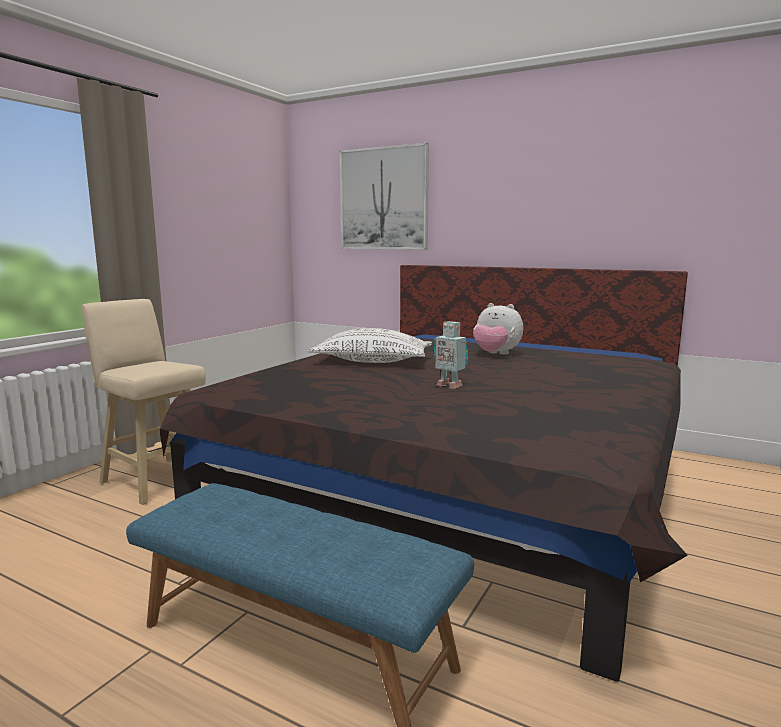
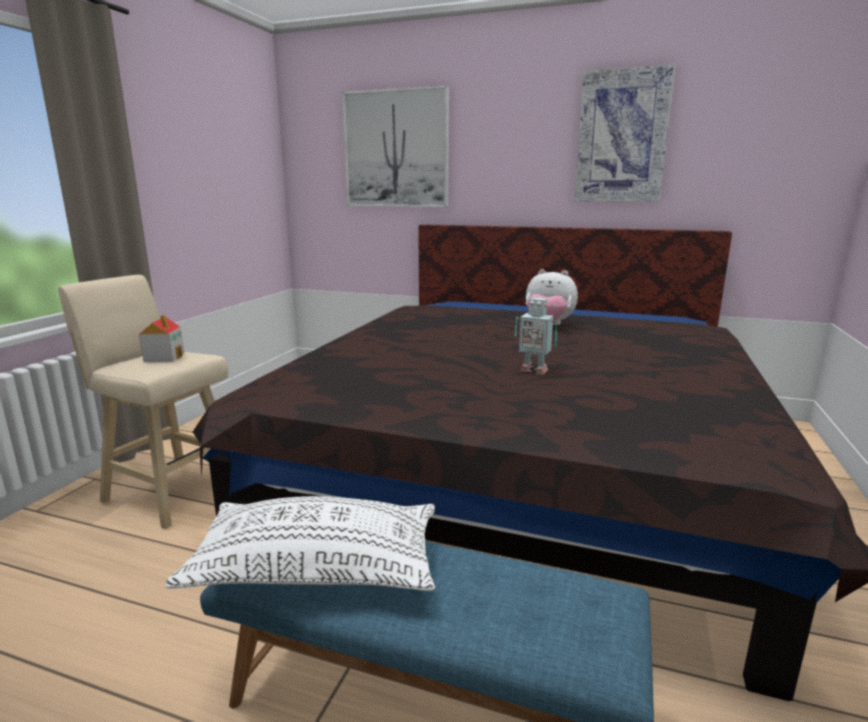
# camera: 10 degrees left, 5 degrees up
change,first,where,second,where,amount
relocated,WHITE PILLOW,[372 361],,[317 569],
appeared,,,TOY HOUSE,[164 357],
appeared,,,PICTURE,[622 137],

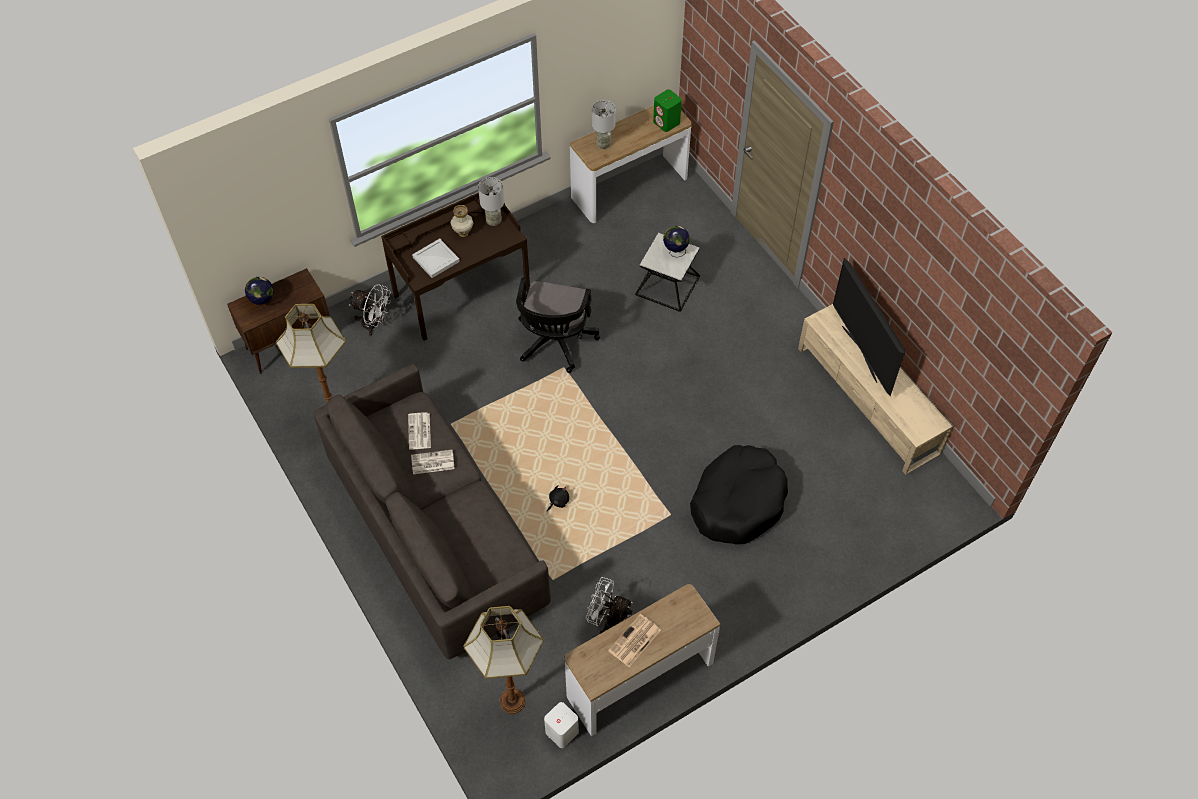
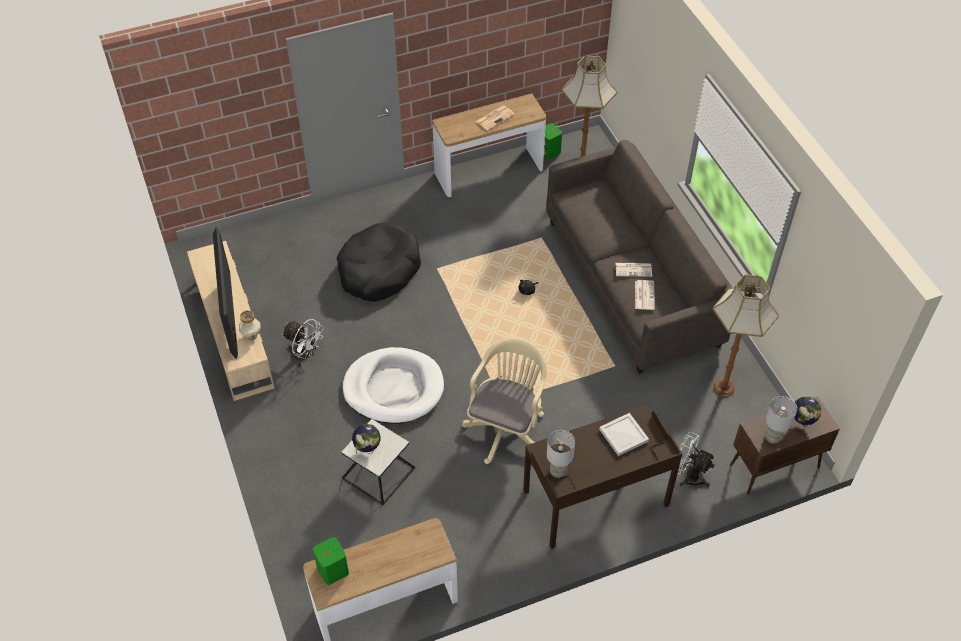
# camera: 170 degrees left, 5 degrees down
change,first,where,second,where,amount
relocated,VASE,[463 232],,[252 336],
colour,BLACK OFFICE CHAIR,[555 344],BEIGE OFFICE CHAIR,[507 427],
colour,WHITE SPEAKER,[561 731],GREEN SPEAKER,[549 152],
relocated,WHITE FAN,[609 621],,[305 356],
relocated,GREY TABLE LAMP,[603 144],,[772 438],
appeared,,,WHITE DOG BED,[393 388],

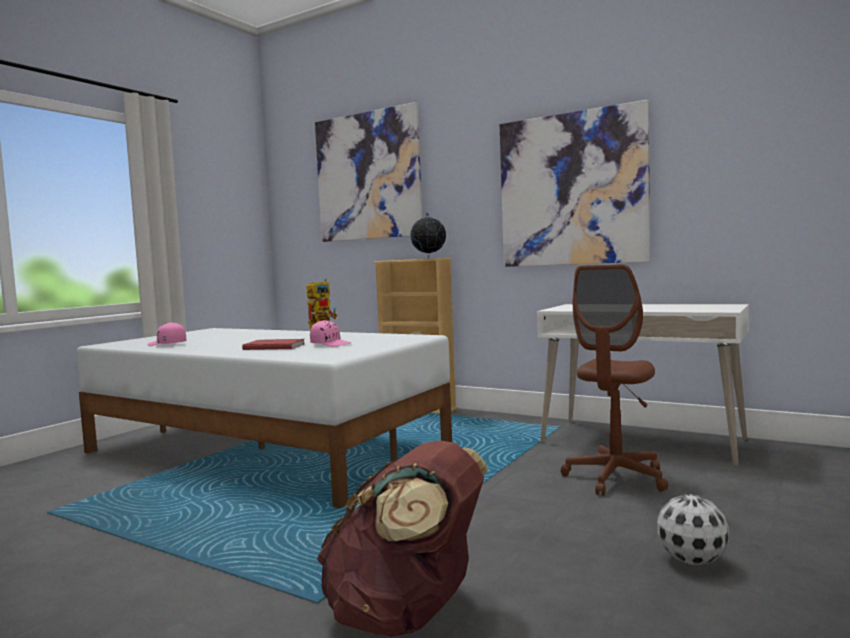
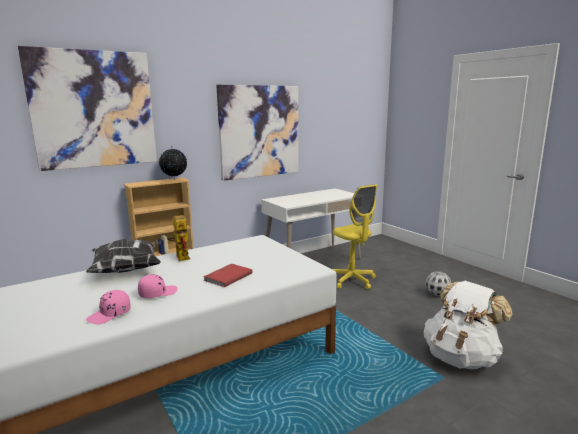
# camera: 65 degrees left, 10 degrees up
change,first,where,second,where,amount
relocated,PINK CAP,[331 344],,[157 293],
colour,BROWN BACKPACK,[407 615],WHITE BACKPACK,[461 357],
colour,BROWN OFFICE CHAIR,[615 478],YELLOW OFFICE CHAIR,[352 280],
appeared,,,PILLOW,[128 270],

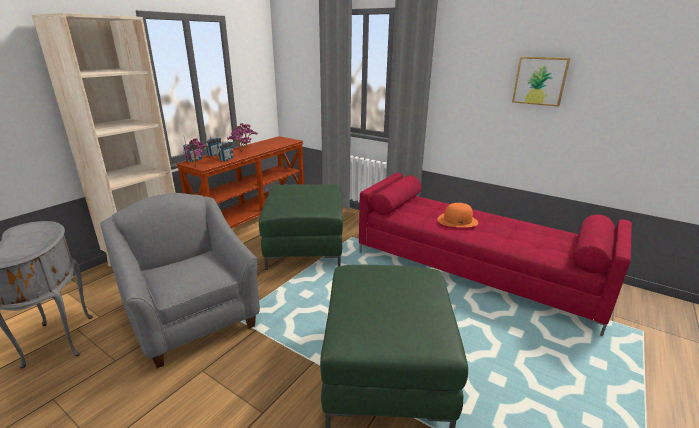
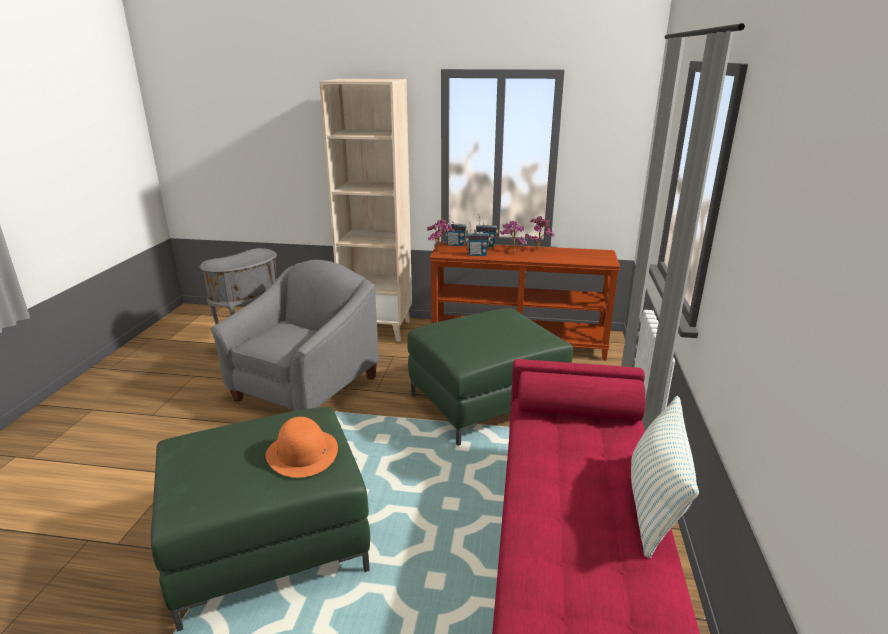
# camera: 65 degrees right, 0 degrees up
change,first,where,second,where,amount
relocated,ORANGE HAT,[457 220],,[302 453],
missing,PICTURE,[540 81],,,
appeared,,,PILLOW,[655 502],

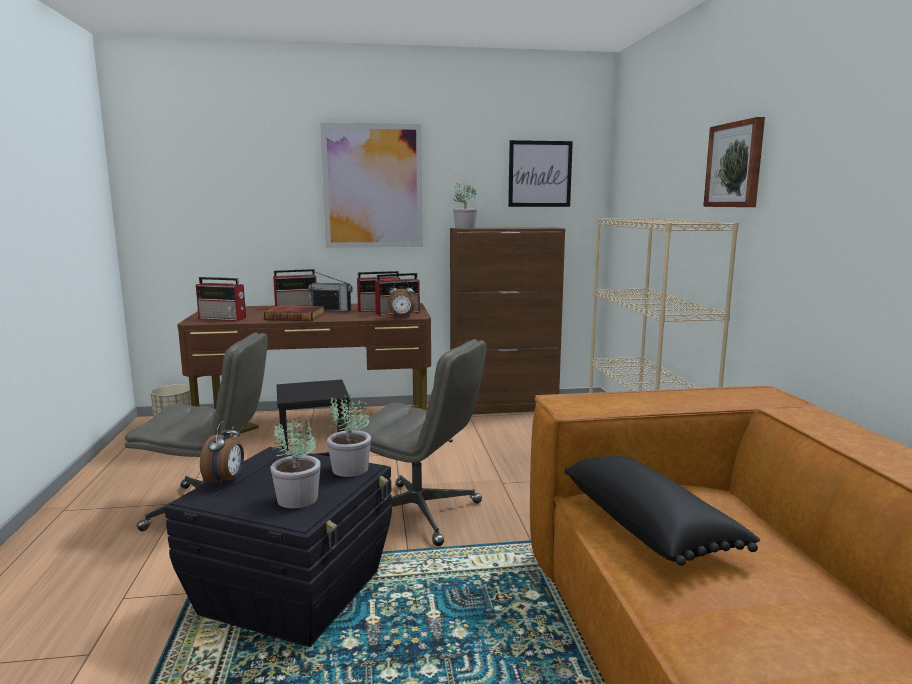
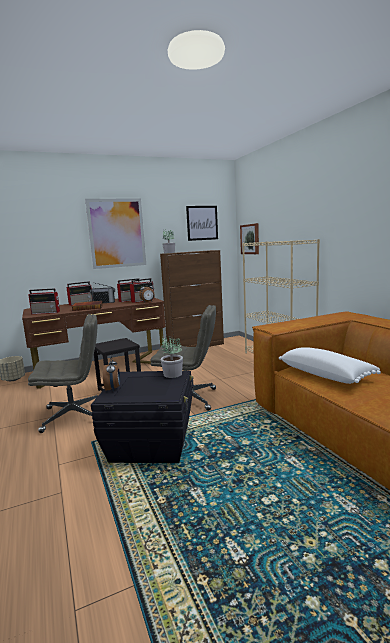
# camera: 15 degrees left, 0 degrees up
change,first,where,second,where,amount
missing,POTTED PLANT,[298 499],,,
colour,BLACK PILLOW,[649 526],WHITE PILLOW,[326 375],
relocated,PICTURE,[735 165],,[250 239],

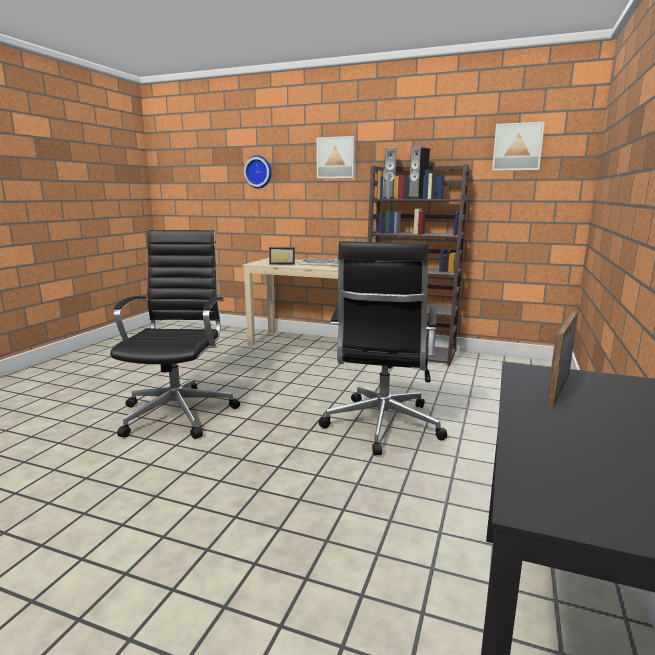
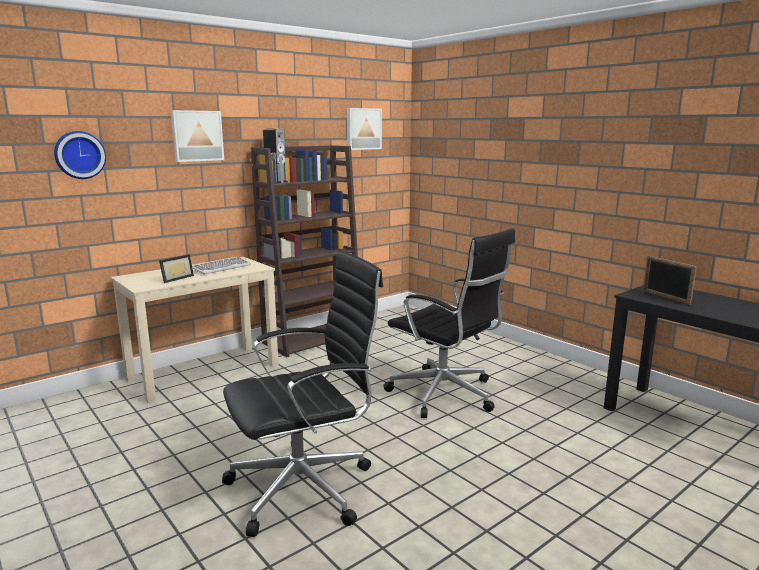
# camera: 60 degrees left, 0 degrees up
change,first,where,second,where,amount
spun,BLACK OFFICE CHAIR,[179 412],,[305 487],120 degrees clockwise
missing,SPEAKER,[418 198],,,

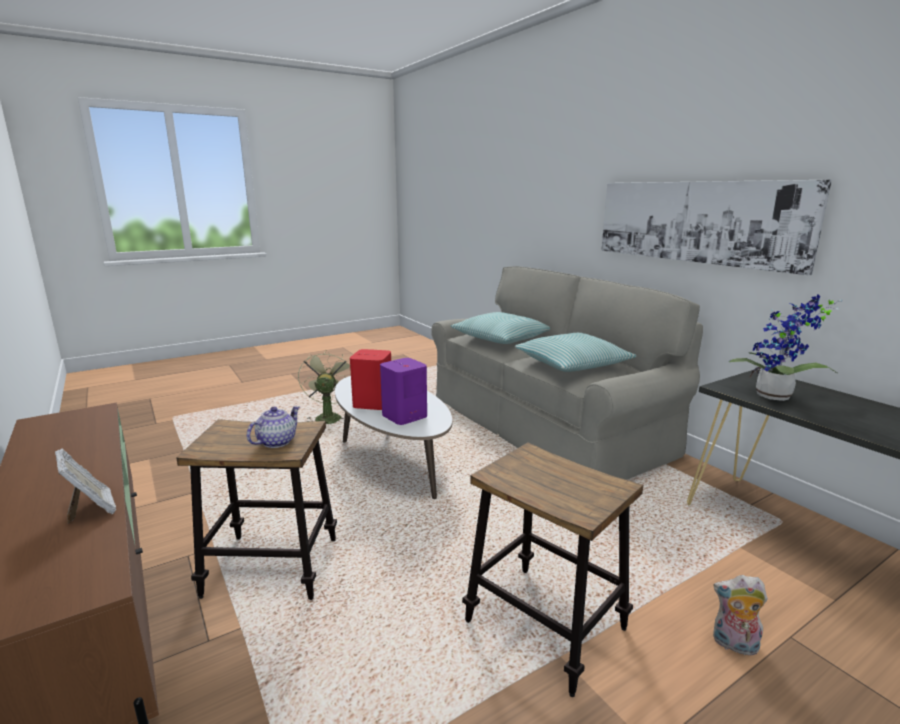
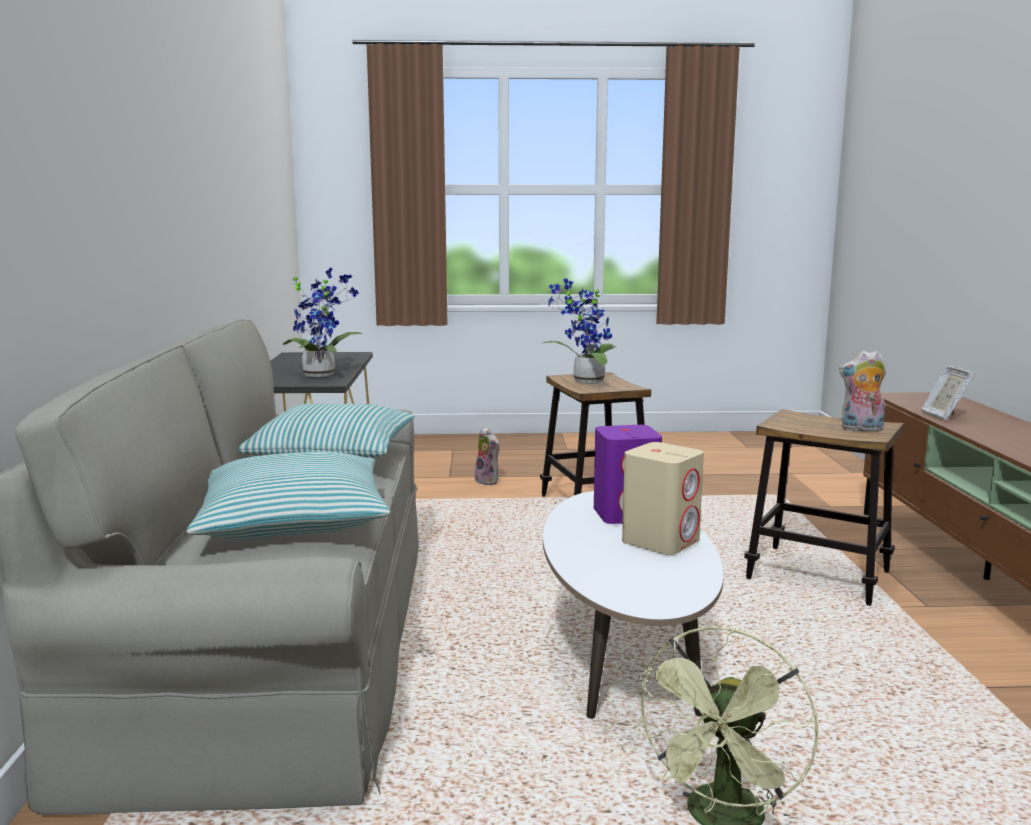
# camera: 150 degrees left, 5 degrees down
change,first,where,second,where,amount
missing,TEAPOT,[276 441],,,
colour,RED SPEAKER,[372 403],BEIGE SPEAKER,[661 541],
missing,PICTURE,[696 222],,,
appeared,,,POTTED PLANT,[584 381],
appeared,,,PLUSH TOY,[861 429],

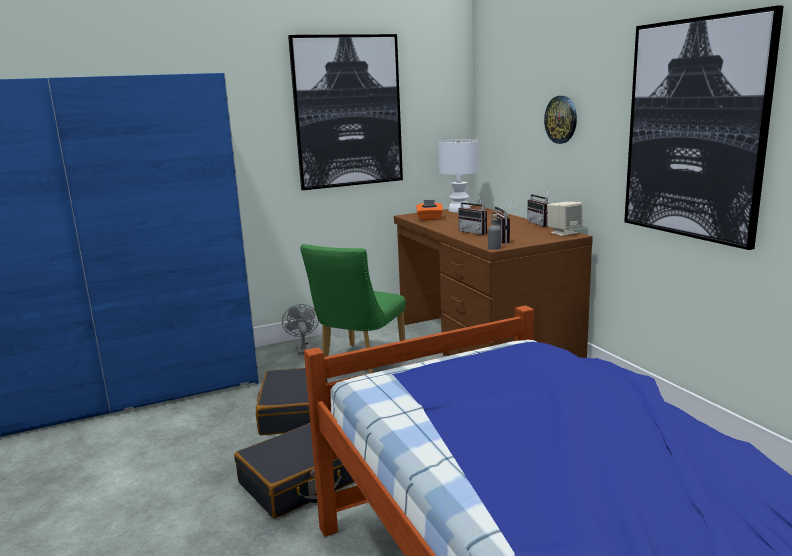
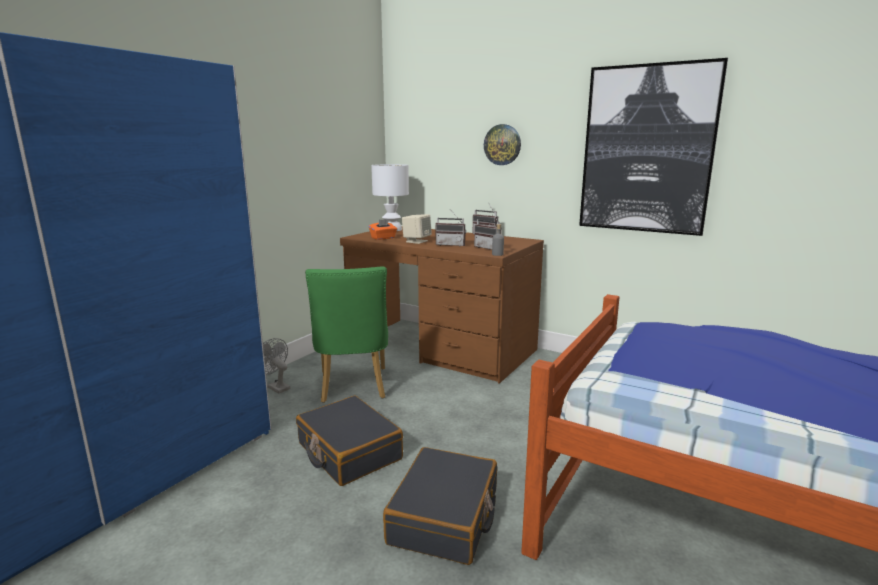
# camera: 35 degrees left, 0 degrees up
change,first,where,second,where,amount
missing,PICTURE,[348 112],,,
relocated,BEIGE SPEAKER,[564 233],,[416 241],

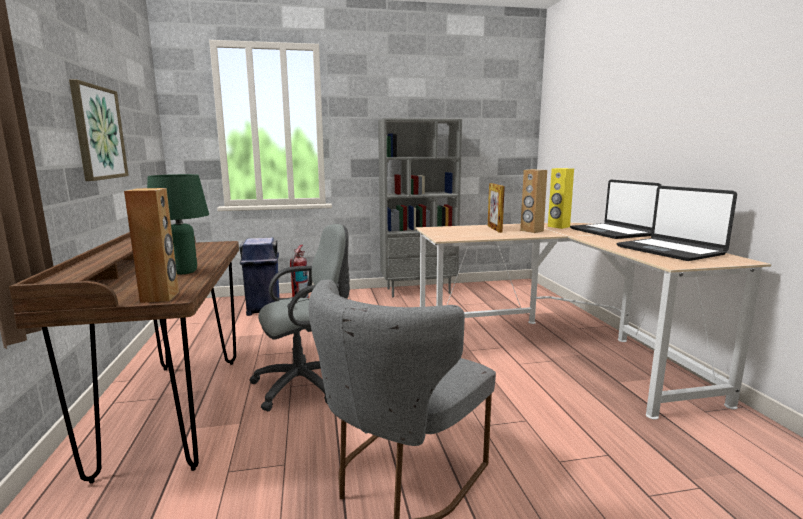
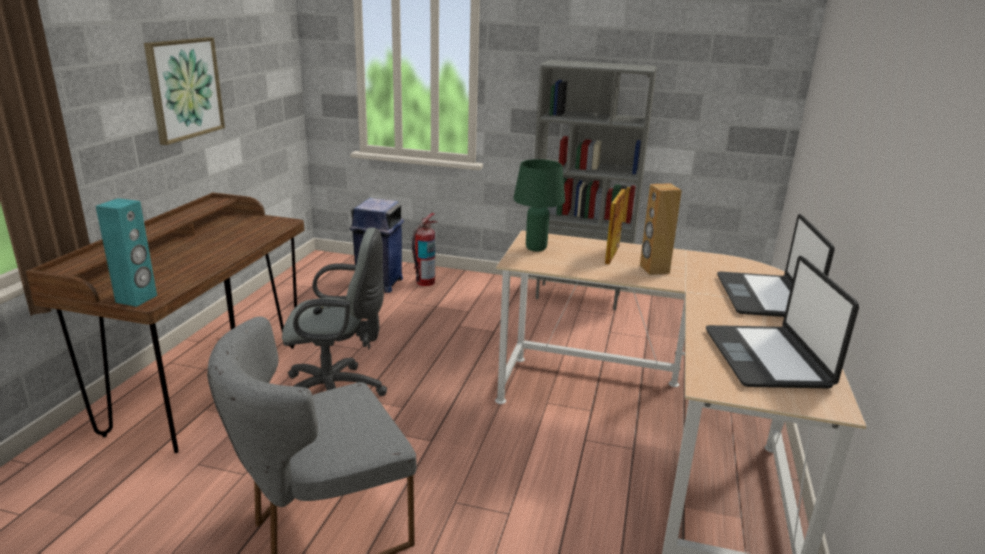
# camera: 25 degrees right, 10 degrees up
change,first,where,second,where,amount
colour,BROWN SPEAKER,[160 297],TURQUOISE SPEAKER,[137 299],
relocated,GREEN TABLE LAMP,[184 272],,[535 249],
missing,YELLOW SPEAKER,[558 226],,,

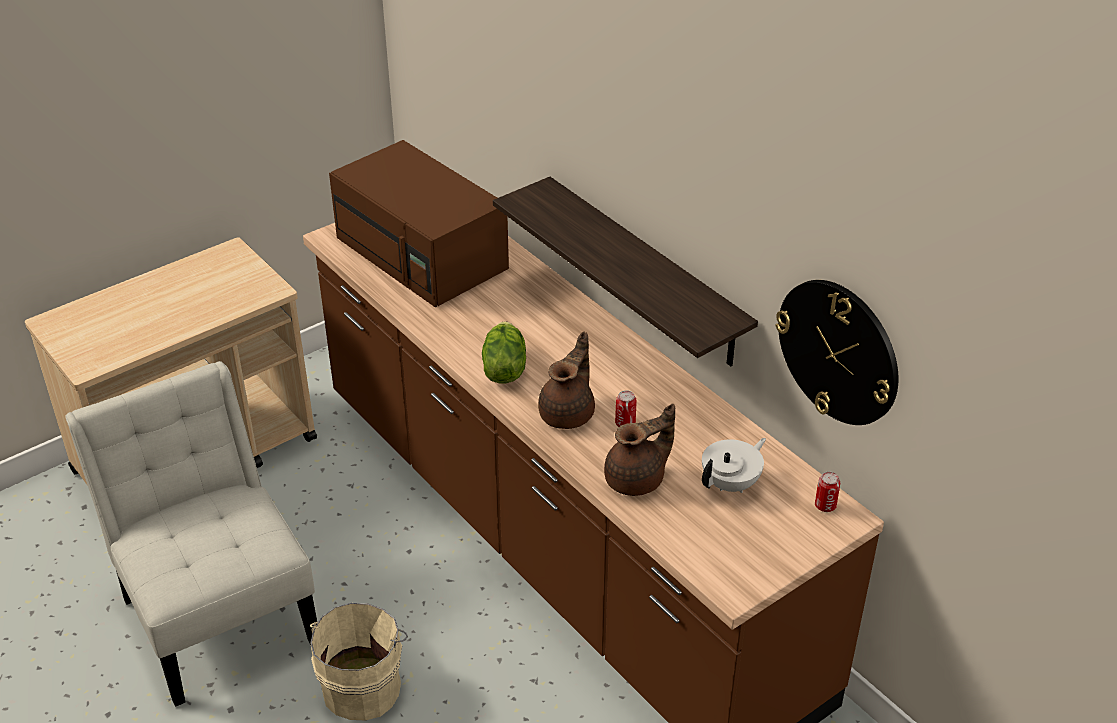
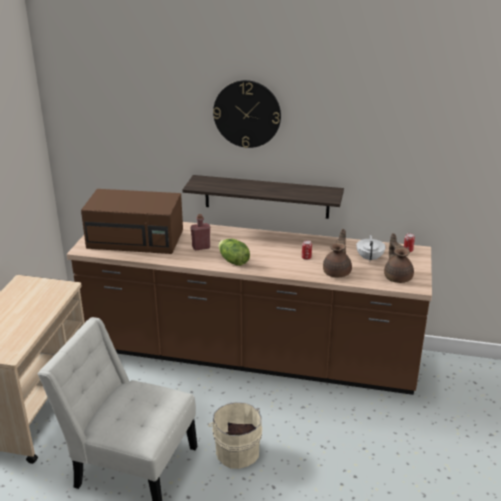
# camera: 40 degrees left, 10 degrees down
change,first,where,second,where,amount
relocated,BROWN TEAPOT,[568 413],,[397 276],
relocated,WALL CLOCK,[838 351],,[247 114],
appeared,,,RED BOTTLE,[201 247],

